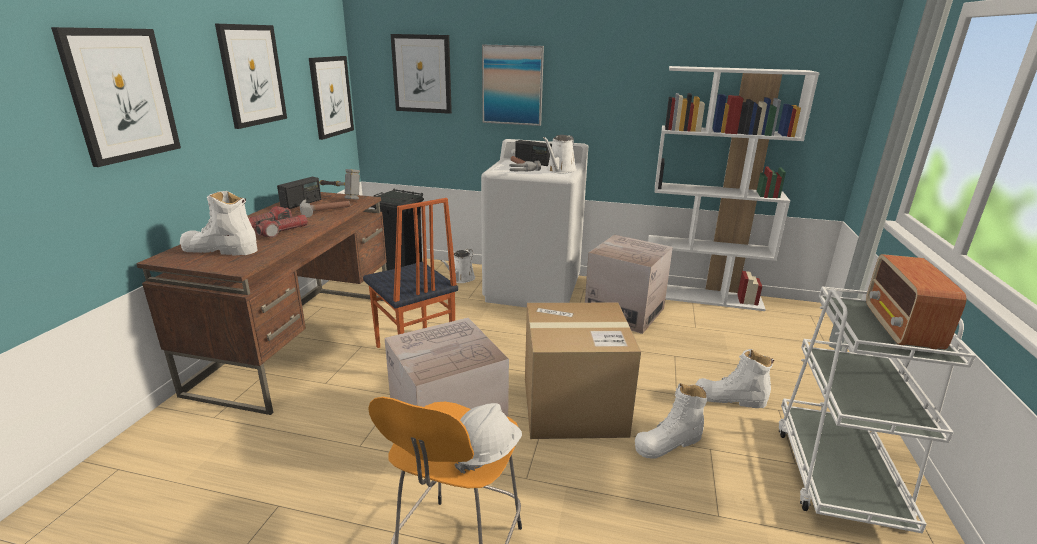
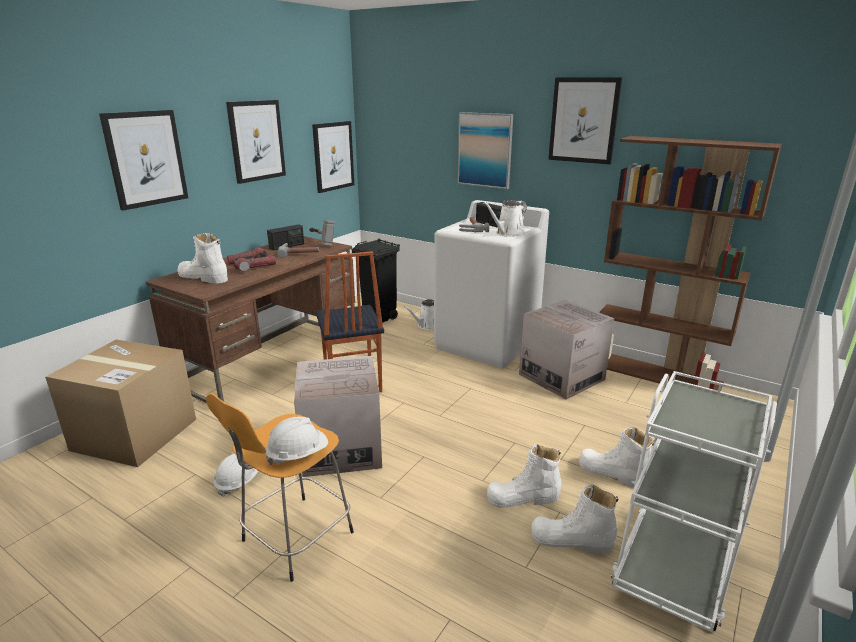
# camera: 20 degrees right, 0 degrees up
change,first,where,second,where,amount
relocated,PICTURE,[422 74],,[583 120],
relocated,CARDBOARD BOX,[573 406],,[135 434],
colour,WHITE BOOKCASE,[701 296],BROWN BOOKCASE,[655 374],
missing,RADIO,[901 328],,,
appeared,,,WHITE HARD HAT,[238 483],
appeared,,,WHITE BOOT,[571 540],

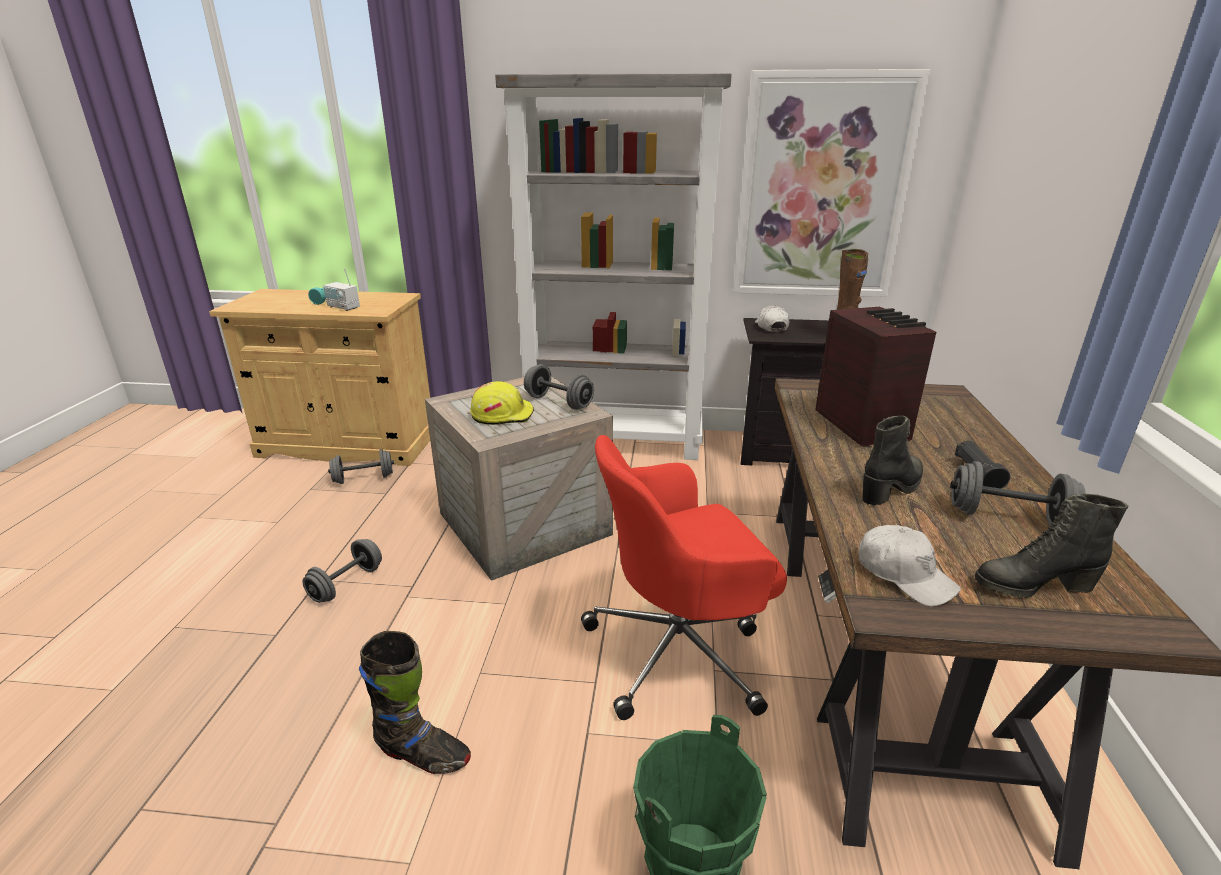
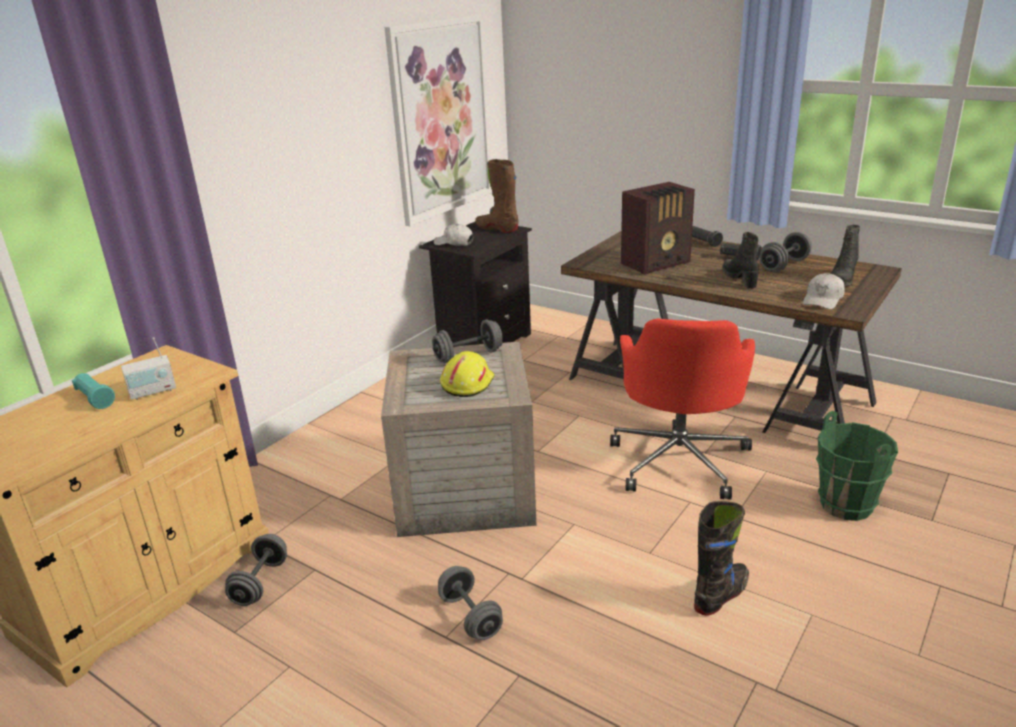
# camera: 60 degrees left, 0 degrees up
change,first,where,second,where,amount
missing,GREY BOOKCASE,[616 442],,,
spun,RADIO,[861 424],,[657 263],135 degrees clockwise
spun,WHITE CAP,[904 575],,[823 299],135 degrees clockwise
appeared,,,BLACK FLASHLIGHT,[704 242],

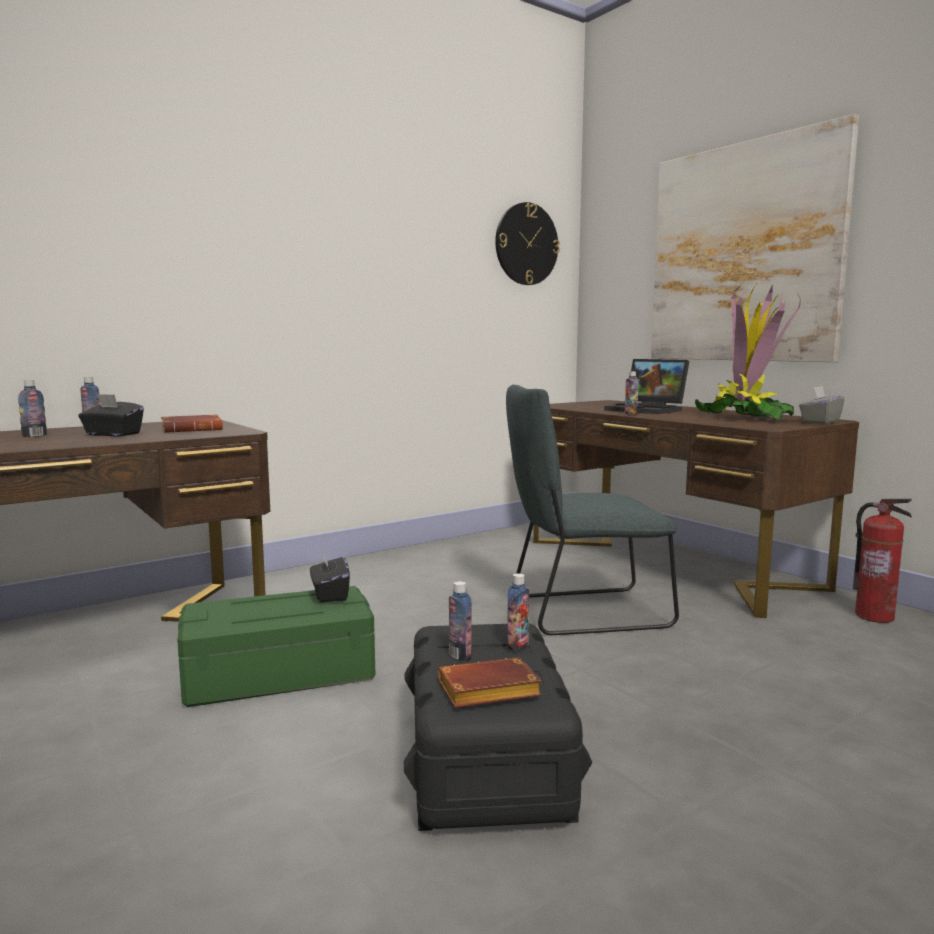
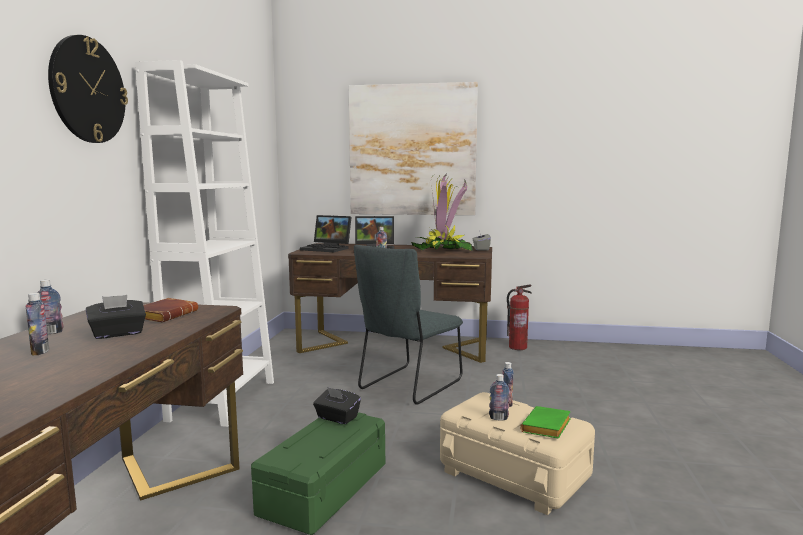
# camera: 45 degrees left, 0 degrees up
change,first,where,second,where,amount
colour,BLACK STORAGE BOX,[488 763],BEIGE STORAGE BOX,[514 474],
colour,BROWN BOOK,[486 692],GREEN BOOK,[547 428],
relocated,WALL CLOCK,[526 244],,[88 90],
appeared,,,WHITE BOOKCASE,[223 400],
appeared,,,LAPTOP,[328 248],

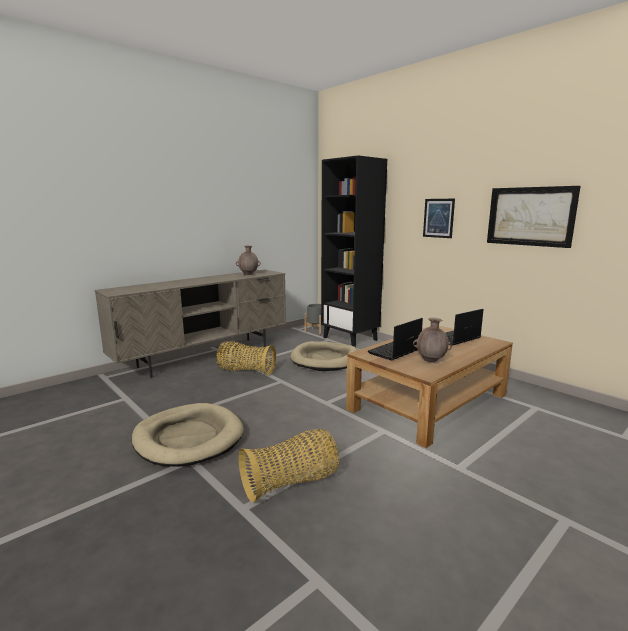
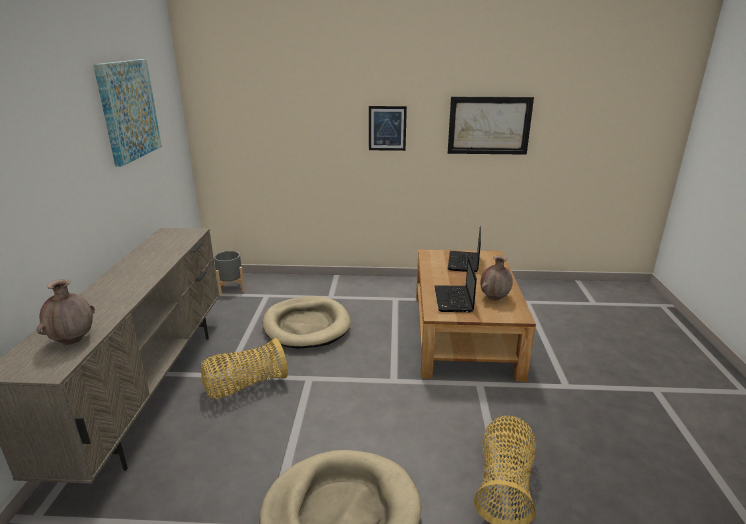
# camera: 45 degrees left, 10 degrees up
change,first,where,second,where,amount
relocated,BROWN VASE,[248 274],,[73 340],
missing,BLACK BOOKCASE,[350 339],,,
appeared,,,PICTURE,[128 110],

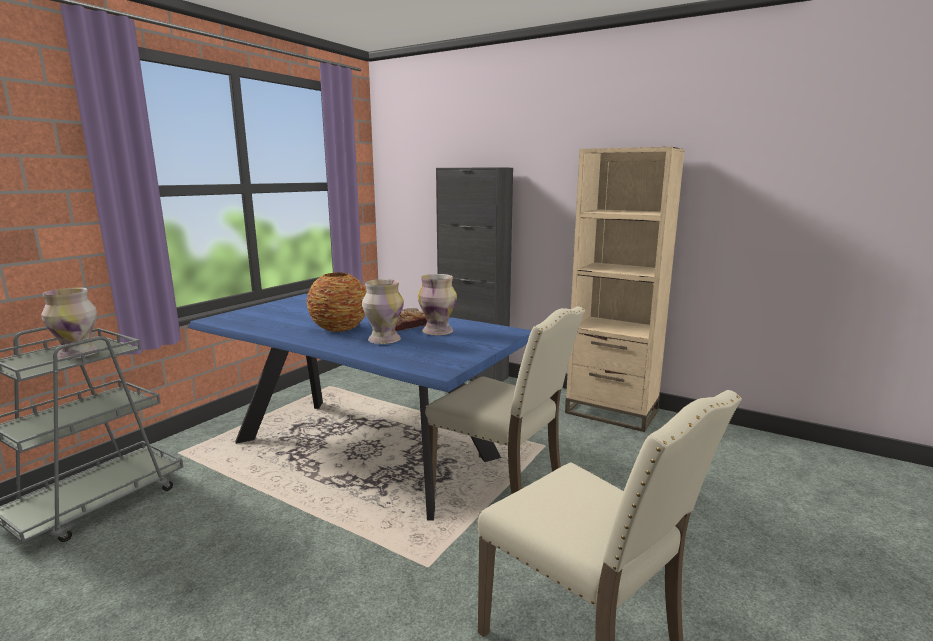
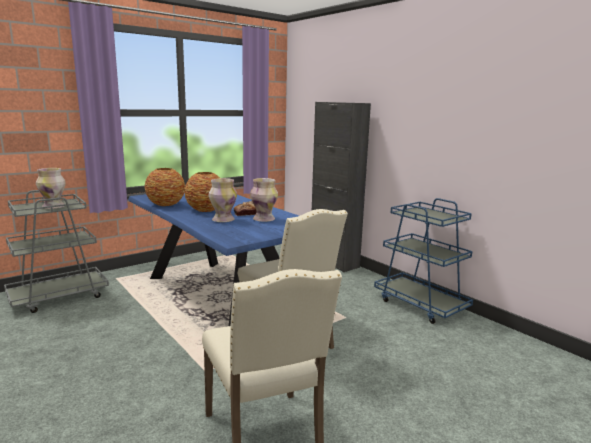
# camera: 20 degrees right, 0 degrees up
change,first,where,second,where,amount
exchanged,BEIGE BOOKCASE,[611 412],BLUE CART,[420 304],
appeared,,,VASE,[165 204],

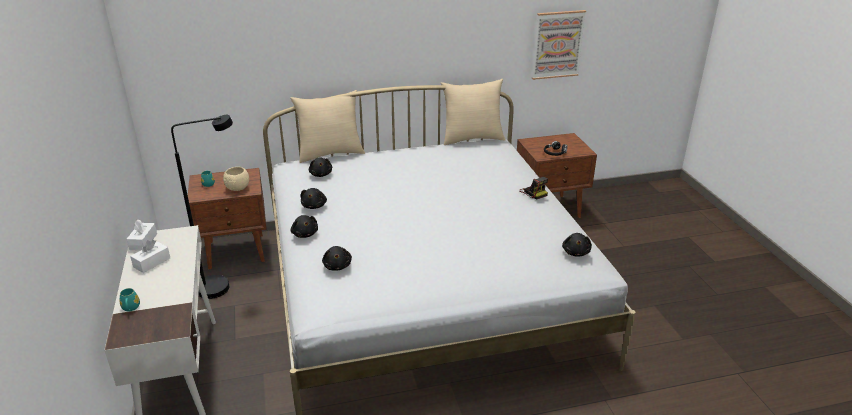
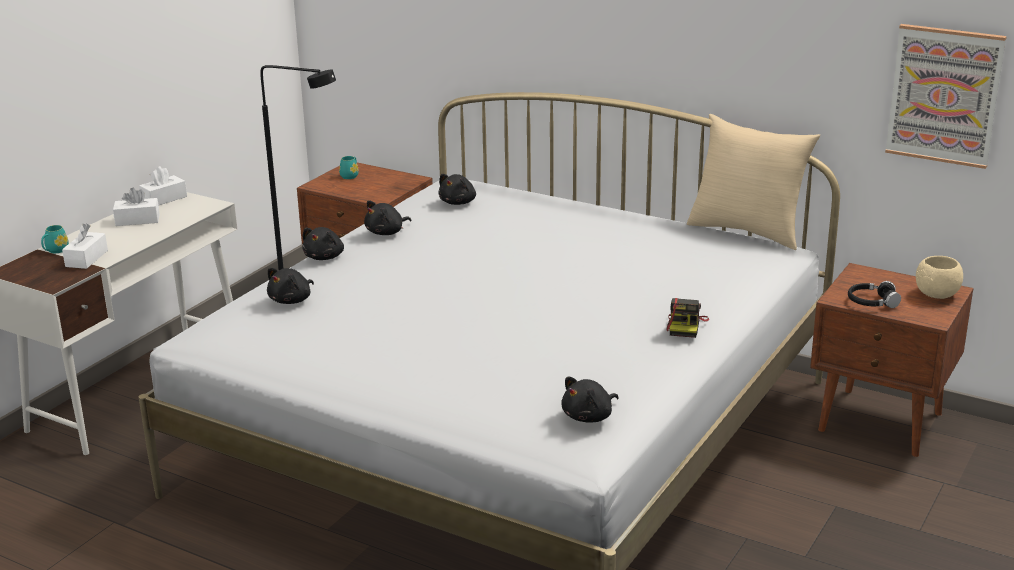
# camera: 45 degrees right, 5 degrees down
change,first,where,second,where,amount
relocated,BEIGE BOWL,[238 188],,[937 295],
missing,BEIGE PILLOW,[330 153],,,
appeared,,,WHITE TISSUE BOX,[86 258],

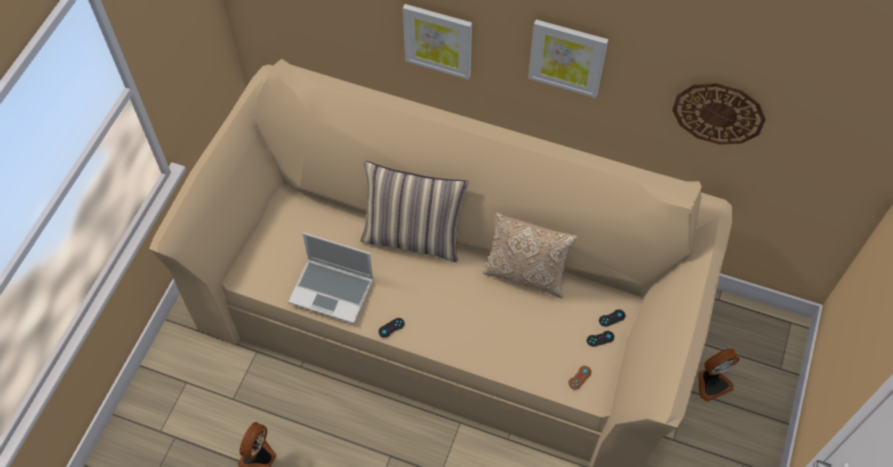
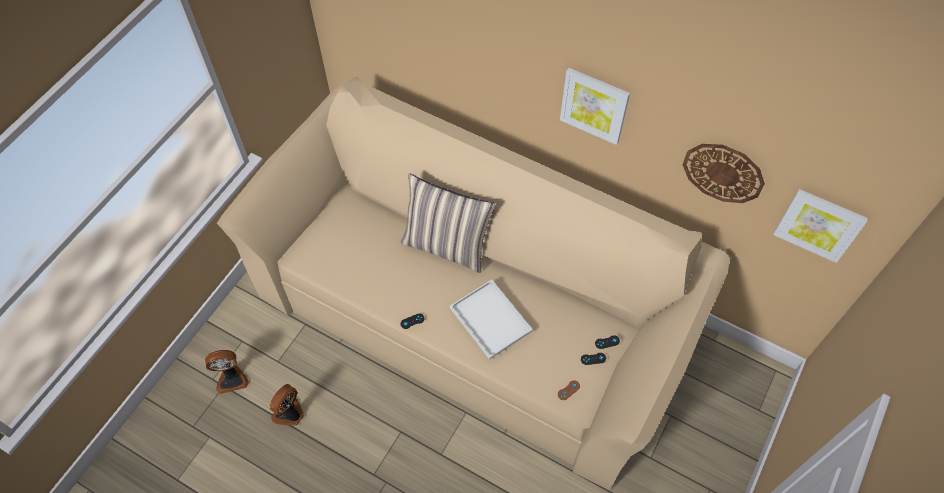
# camera: 10 degrees right, 0 degrees up
change,first,where,second,where,amount
missing,LAPTOP,[333 291],,,
relocated,PICTURE,[438 40],,[819 224],
missing,PILLOW,[526 273],,,
relocated,FAN,[712 382],,[231 378],
appeared,,,WHITE TRAY,[489 319],

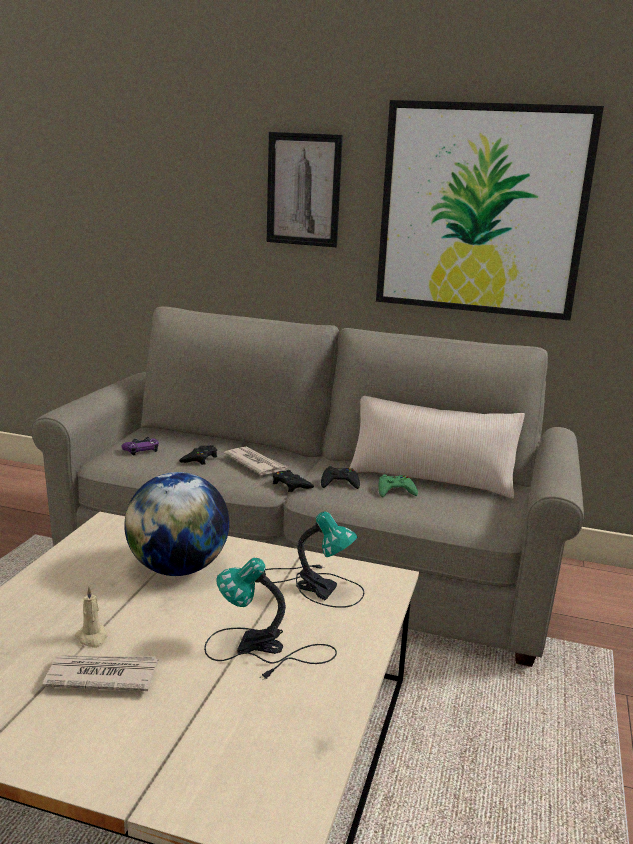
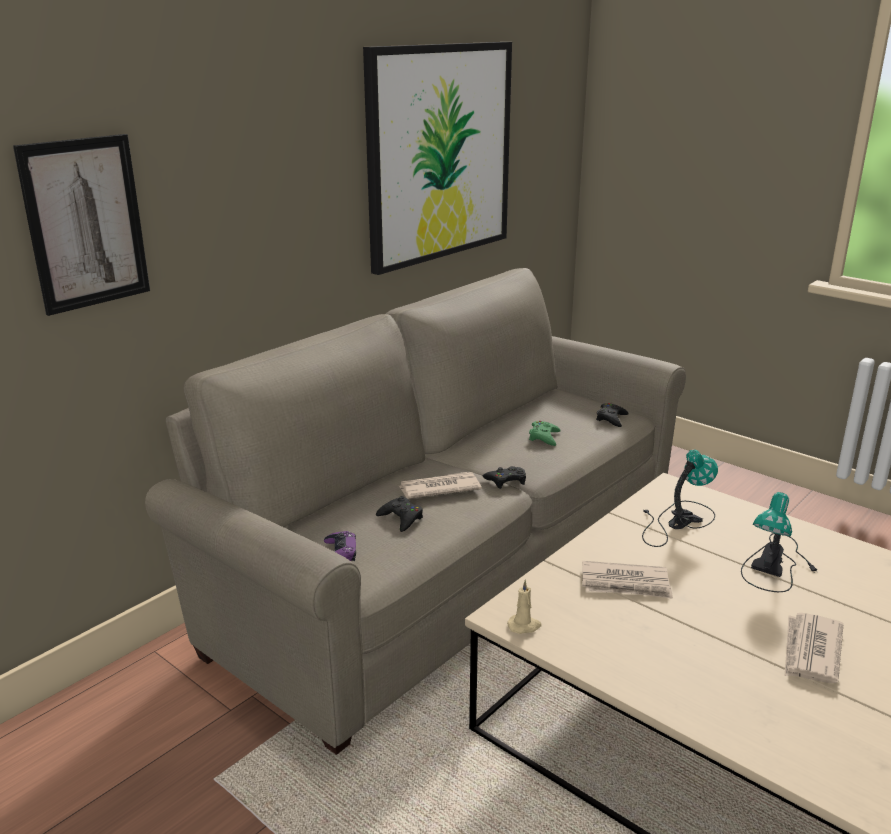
# camera: 65 degrees left, 5 degrees up
change,first,where,second,where,amount
relocated,BEIGE CANDLE,[92 638],,[524 626],
exchanged,GLOBE,[178 568],NEWSPAPER,[626 584],
relocated,PICTURE,[303 190],,[85 223],
relocated,BLACK GAME CONTROLLER,[339 483],,[611 418],
missing,BEIGE PILLOW,[431 477],,,

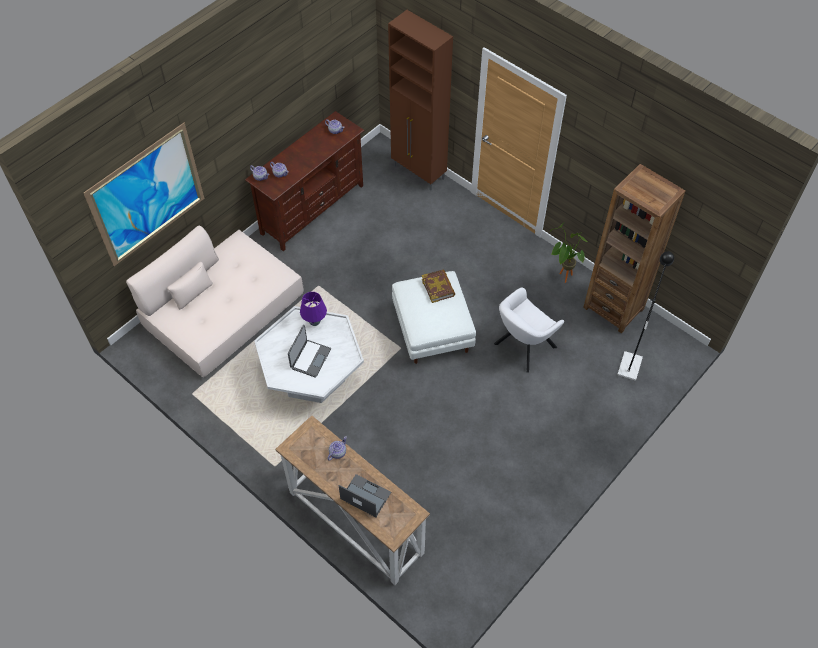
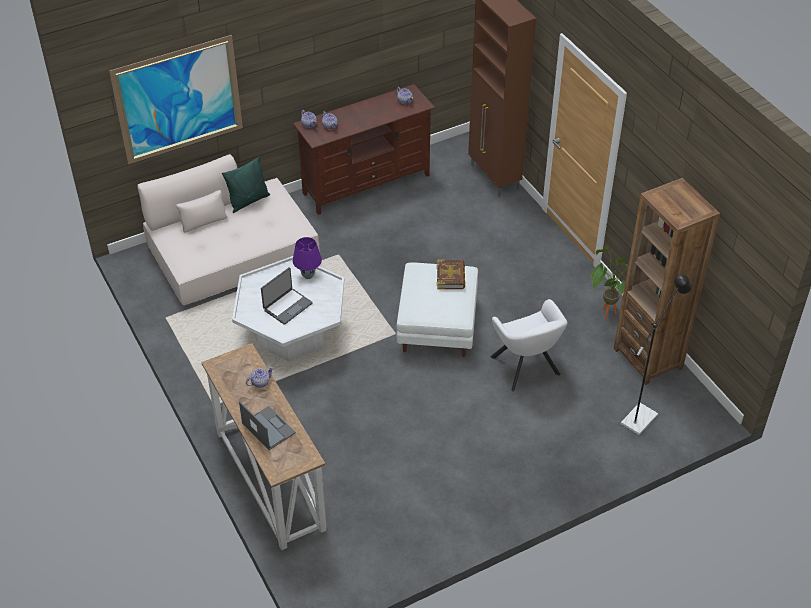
# camera: 20 degrees right, 10 degrees down
change,first,where,second,where,amount
spun,WHITE ARMCHAIR,[522 347],,[526 368],90 degrees counterclockwise
appeared,,,GREEN PILLOW,[248 201],

